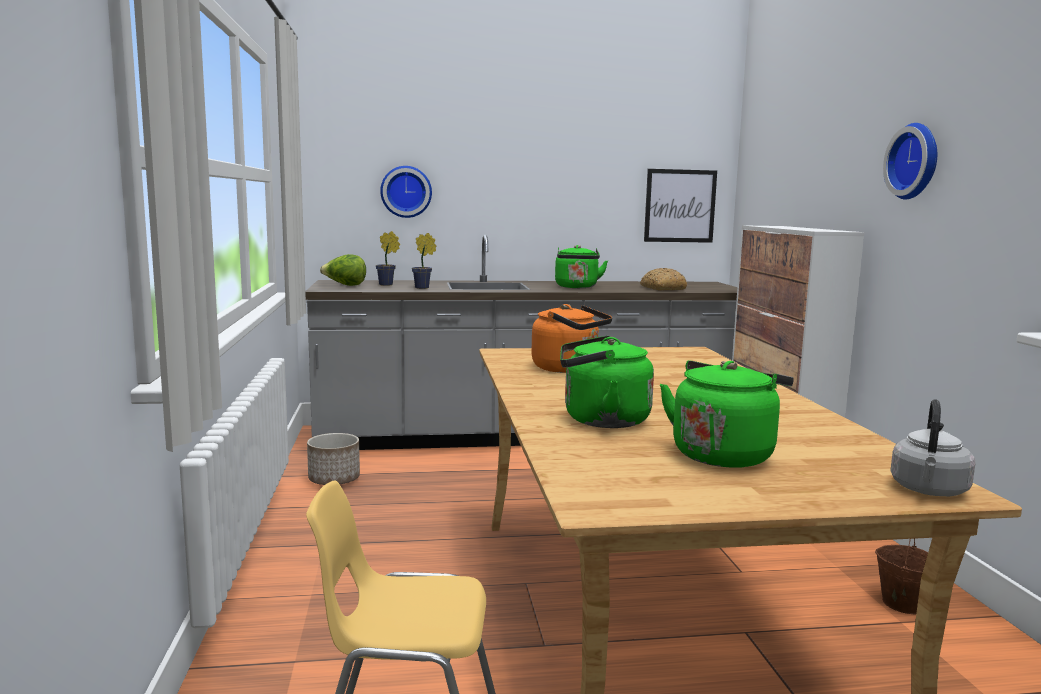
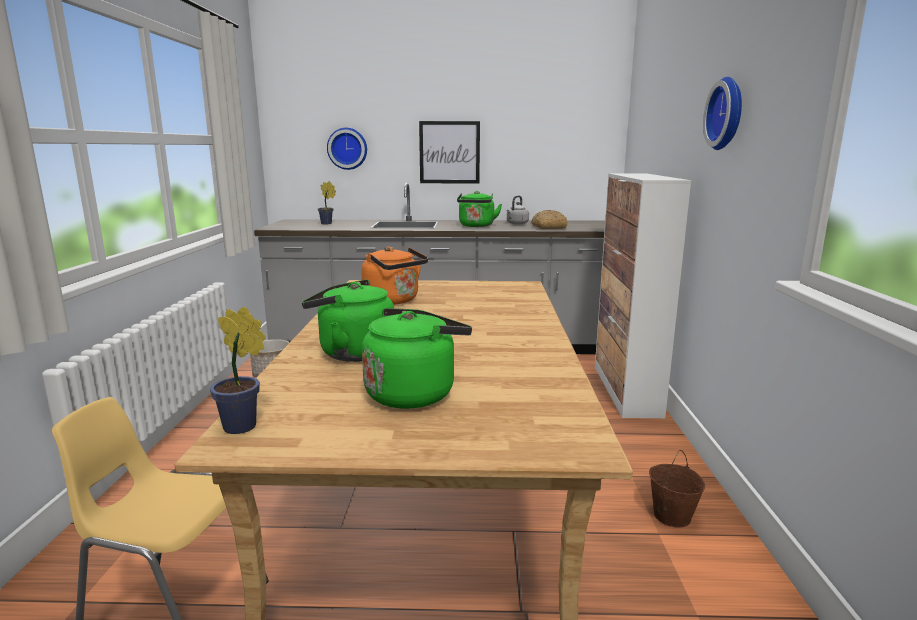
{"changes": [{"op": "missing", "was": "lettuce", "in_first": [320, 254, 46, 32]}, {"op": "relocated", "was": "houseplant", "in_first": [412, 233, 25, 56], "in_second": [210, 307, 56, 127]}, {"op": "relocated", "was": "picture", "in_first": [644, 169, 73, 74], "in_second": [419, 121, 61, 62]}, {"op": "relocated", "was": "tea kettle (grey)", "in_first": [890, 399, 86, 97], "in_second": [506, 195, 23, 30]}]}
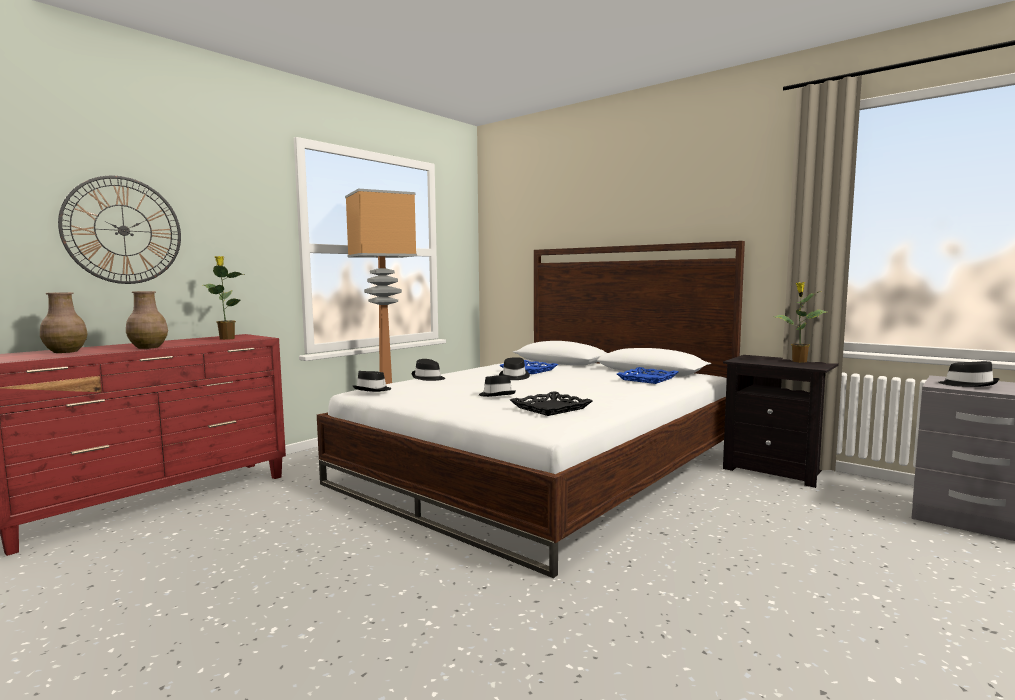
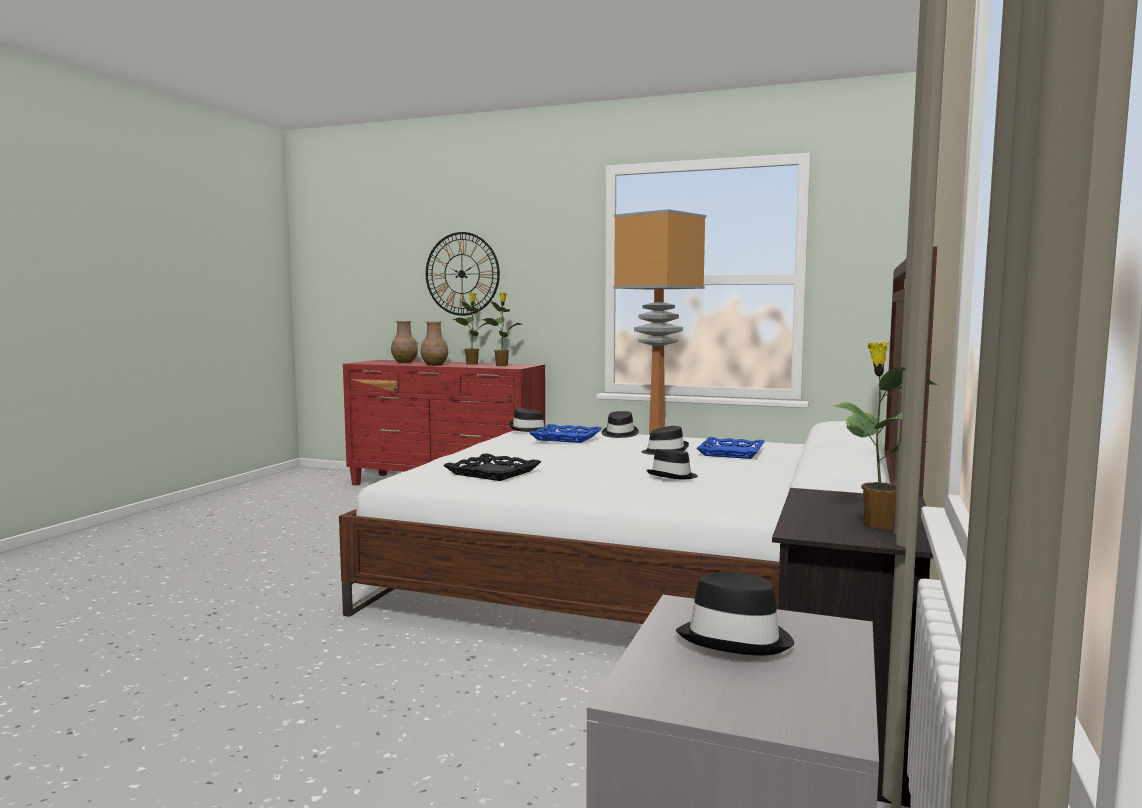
{"changes": [{"op": "appeared", "now": "houseplant", "in_second": [452, 293, 36, 72]}, {"op": "relocated", "was": "hat (blackish)", "in_first": [479, 375, 37, 22], "in_second": [646, 449, 52, 31]}, {"op": "relocated", "was": "tray (blue)", "in_first": [617, 367, 61, 17], "in_second": [529, 424, 73, 19]}]}
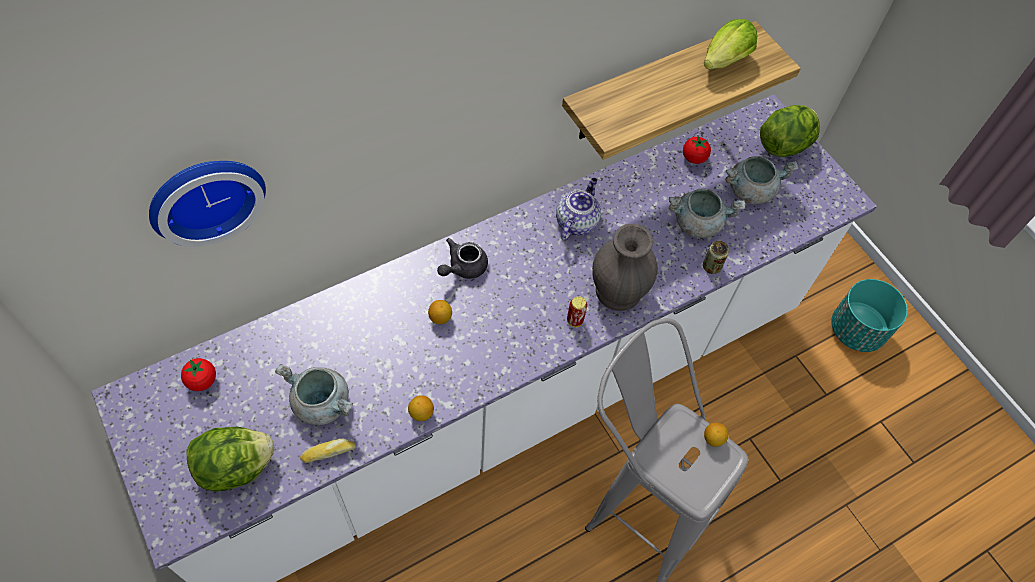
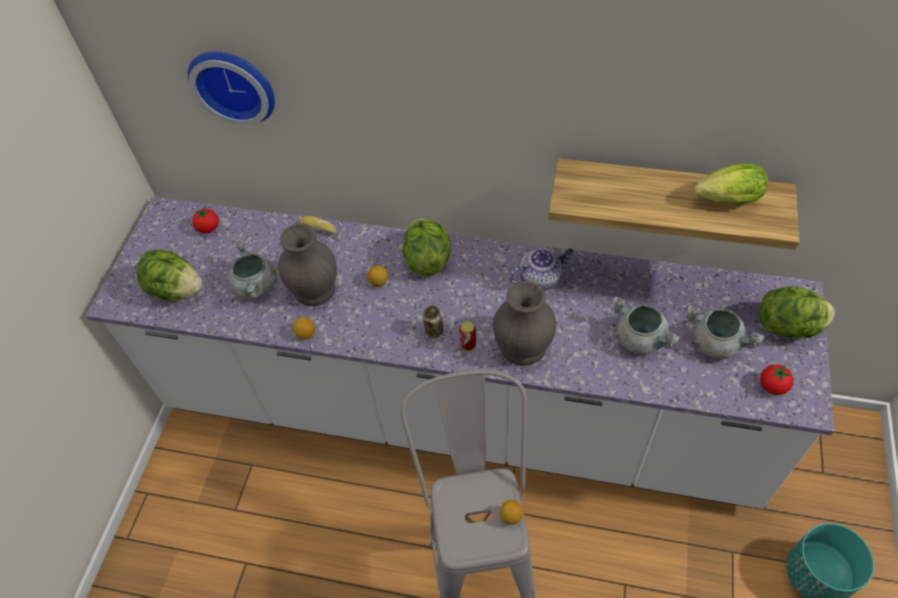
{"changes": [{"op": "appeared", "now": "vase (grey)", "in_second": [278, 223, 59, 83]}, {"op": "relocated", "was": "bread", "in_first": [300, 439, 56, 24], "in_second": [300, 216, 37, 18]}, {"op": "relocated", "was": "whole tomato", "in_first": [683, 136, 28, 28], "in_second": [760, 364, 33, 31]}, {"op": "relocated", "was": "metal can", "in_first": [703, 241, 26, 33], "in_second": [423, 306, 20, 32]}, {"op": "exchanged", "was": "teapot (grey)", "now": "lettuce", "in_first": [437, 238, 51, 41], "in_second": [402, 218, 49, 59]}]}
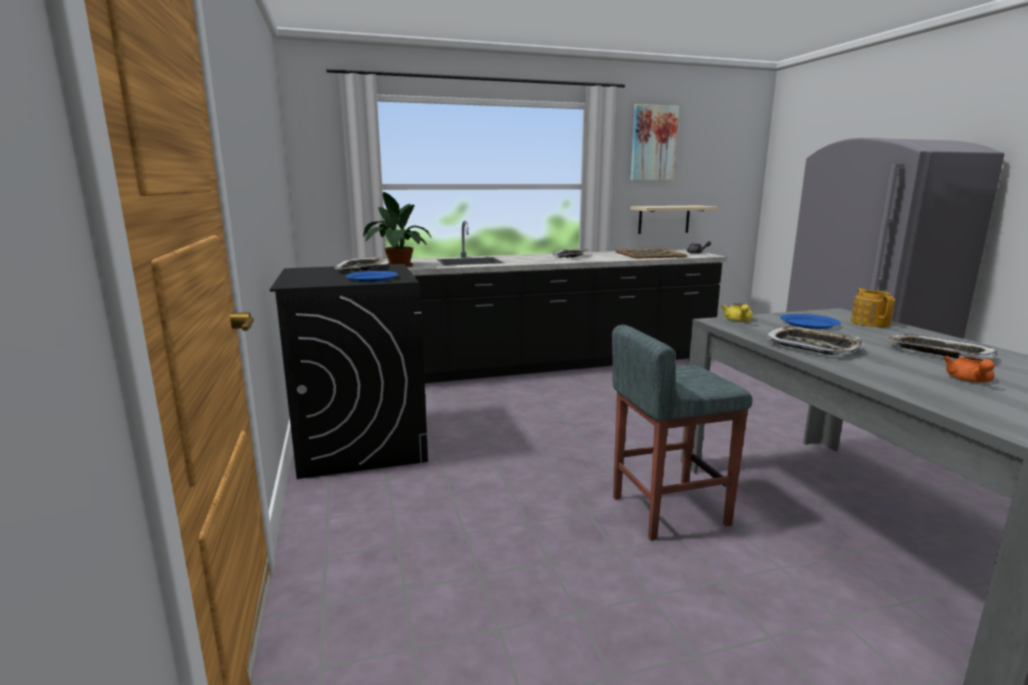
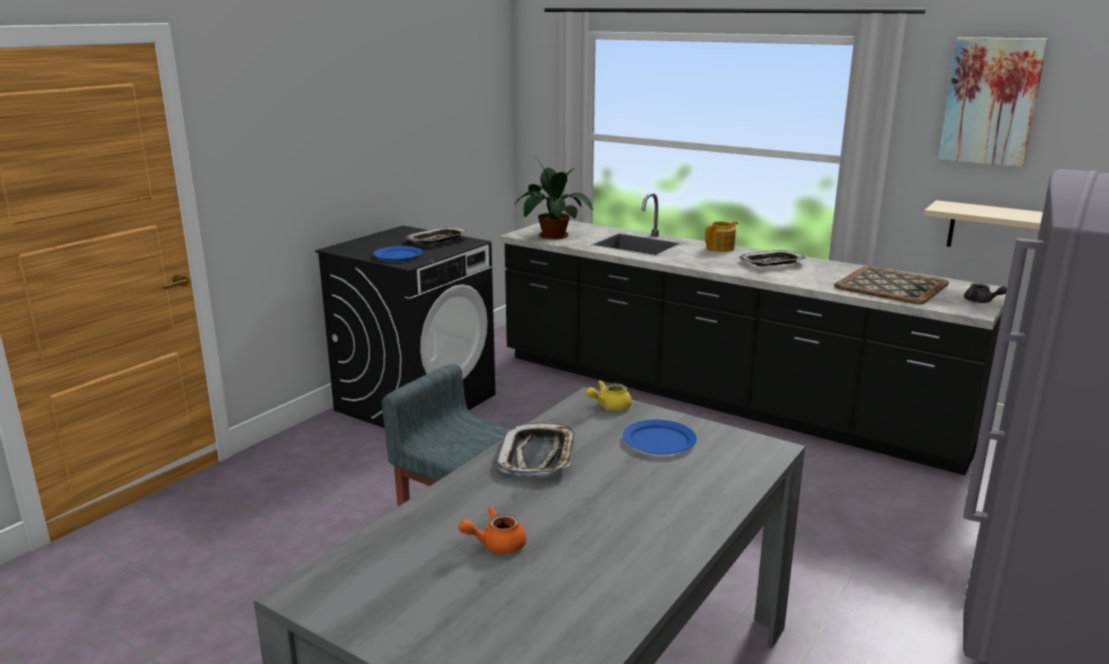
{"changes": [{"op": "missing", "was": "tray", "in_first": [886, 334, 111, 25]}, {"op": "relocated", "was": "teapot", "in_first": [851, 288, 44, 39], "in_second": [705, 221, 33, 31]}]}
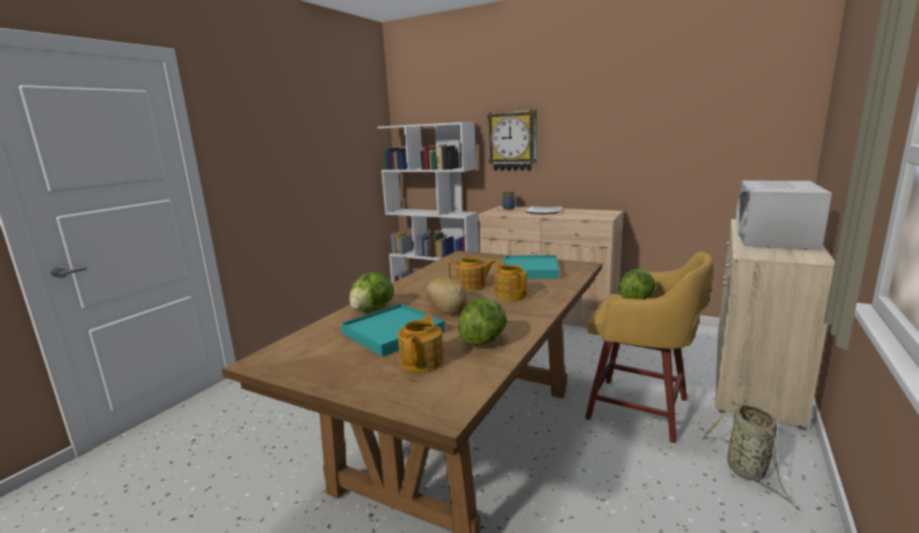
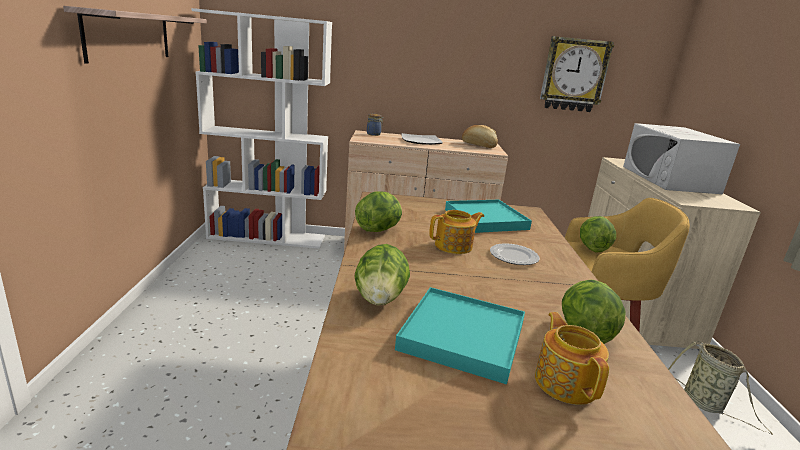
{"changes": [{"op": "appeared", "now": "wall shelf", "in_second": [63, 6, 144, 58]}, {"op": "appeared", "now": "lettuce", "in_second": [355, 191, 47, 41]}, {"op": "relocated", "was": "bread", "in_first": [425, 277, 42, 38], "in_second": [462, 125, 36, 23]}, {"op": "relocated", "was": "hanging clock", "in_first": [487, 110, 50, 61], "in_second": [540, 36, 74, 76]}, {"op": "exchanged", "was": "teapot", "now": "dinner plate", "in_first": [494, 263, 33, 38], "in_second": [490, 243, 50, 22]}]}
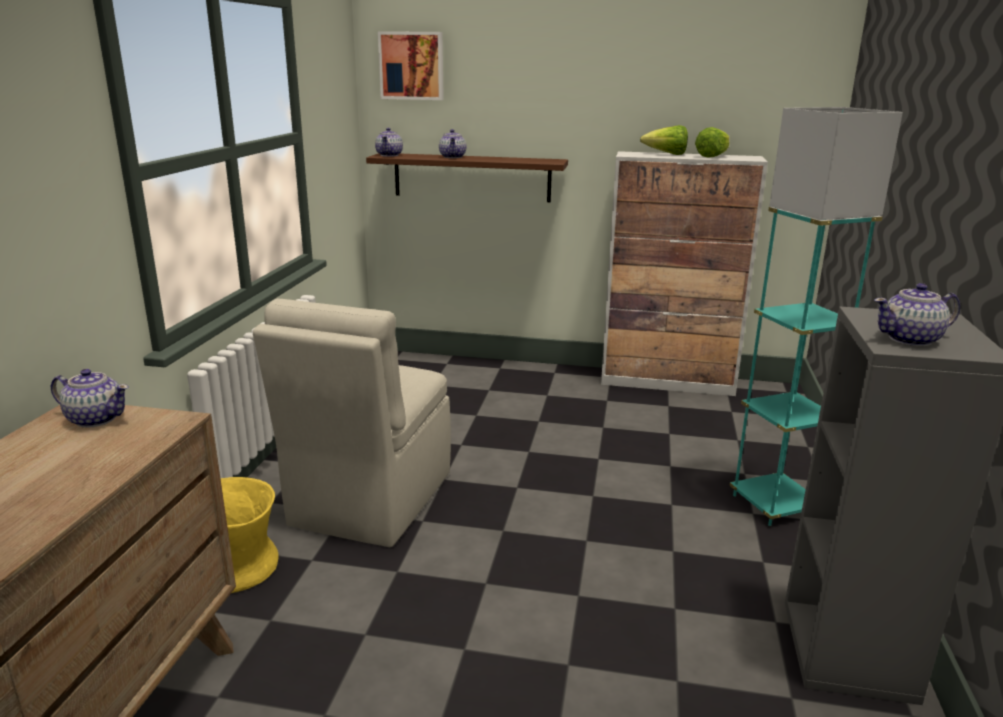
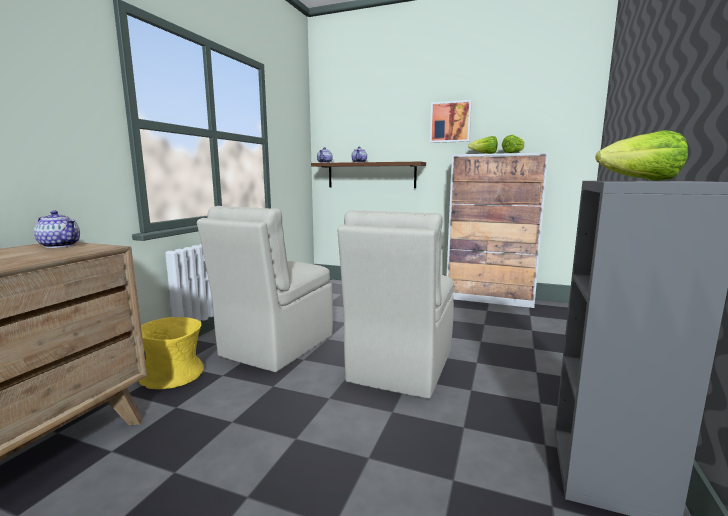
{"changes": [{"op": "missing", "was": "standard lamp (turquoise-coloured)", "in_first": [730, 107, 173, 419]}, {"op": "appeared", "now": "upright chair (beige-coloured)", "in_second": [338, 210, 116, 189]}, {"op": "relocated", "was": "picture", "in_first": [378, 31, 66, 69], "in_second": [430, 100, 42, 43]}, {"op": "exchanged", "was": "teapot", "now": "lettuce", "in_first": [874, 283, 86, 63], "in_second": [595, 130, 93, 51]}]}
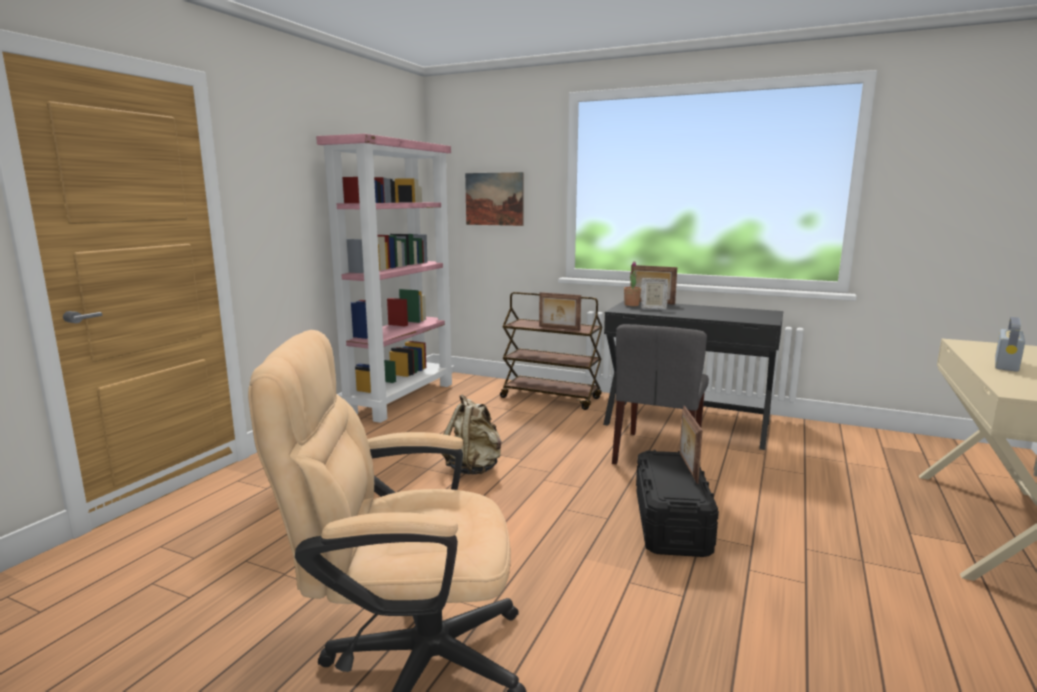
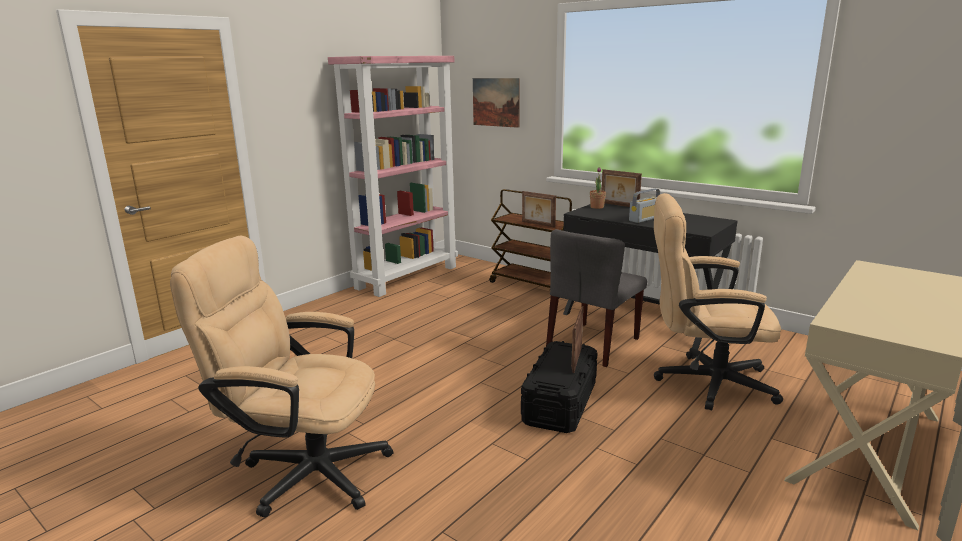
{"changes": [{"op": "missing", "was": "backpack (beige-coloured)", "in_first": [442, 395, 60, 80]}, {"op": "missing", "was": "photo frame", "in_first": [641, 278, 27, 32]}, {"op": "appeared", "now": "office chair (beige-coloured)", "in_second": [654, 193, 129, 218]}, {"op": "relocated", "was": "radio receiver", "in_first": [995, 317, 30, 55], "in_second": [629, 188, 31, 35]}]}
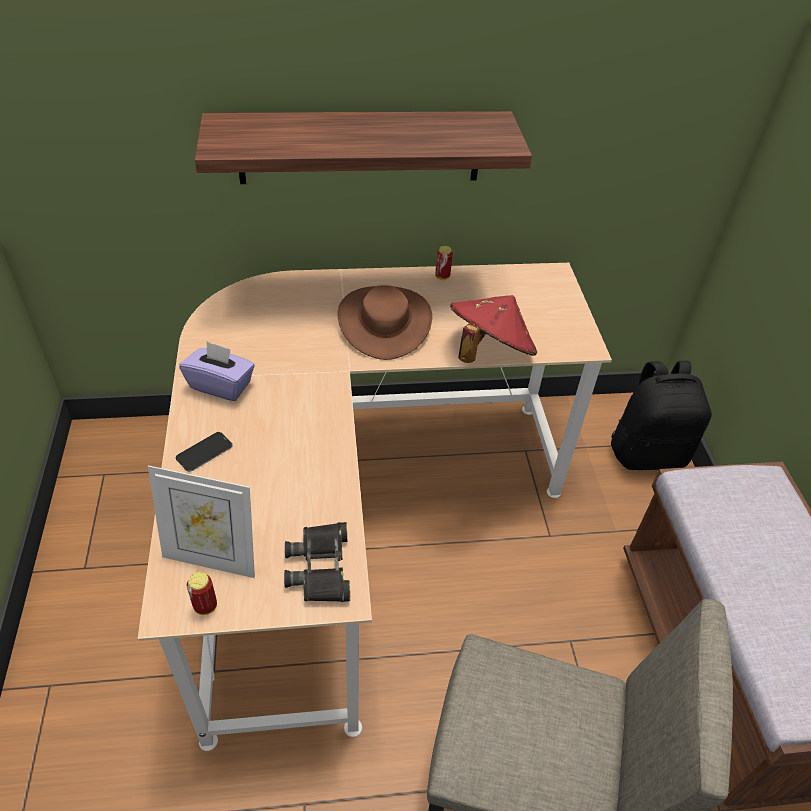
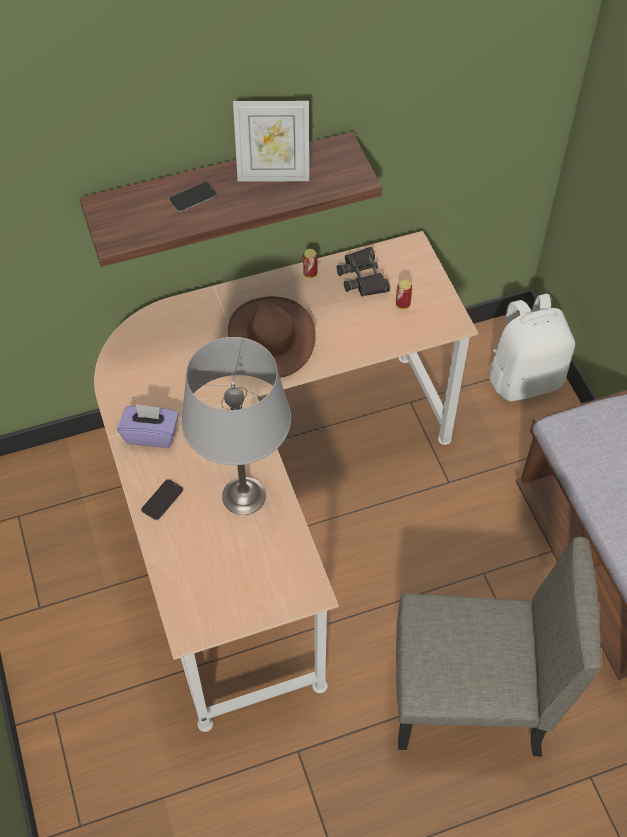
{"changes": [{"op": "missing", "was": "hat (red)", "in_first": [450, 295, 87, 68]}, {"op": "appeared", "now": "phone", "in_second": [169, 182, 48, 30]}, {"op": "appeared", "now": "lamp for a table (grey)", "in_second": [181, 337, 110, 178]}, {"op": "relocated", "was": "photo frame", "in_first": [148, 465, 107, 113], "in_second": [233, 101, 76, 80]}, {"op": "relocated", "was": "metal can", "in_first": [187, 572, 30, 43], "in_second": [396, 280, 16, 29]}, {"op": "relocated", "was": "pair of binoculars (blackish)", "in_first": [284, 522, 66, 80], "in_second": [337, 247, 53, 49]}, {"op": "colour", "was": "backpack (blackish)", "now": "backpack (white-coloured)", "in_first": [611, 361, 101, 109], "in_second": [488, 294, 87, 107]}]}
